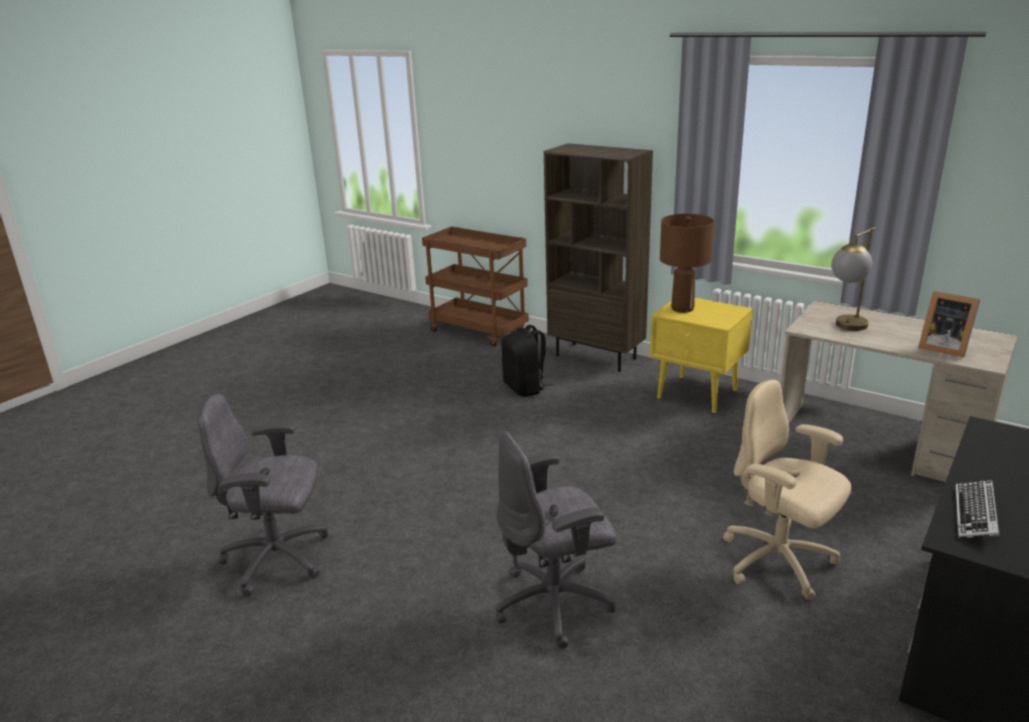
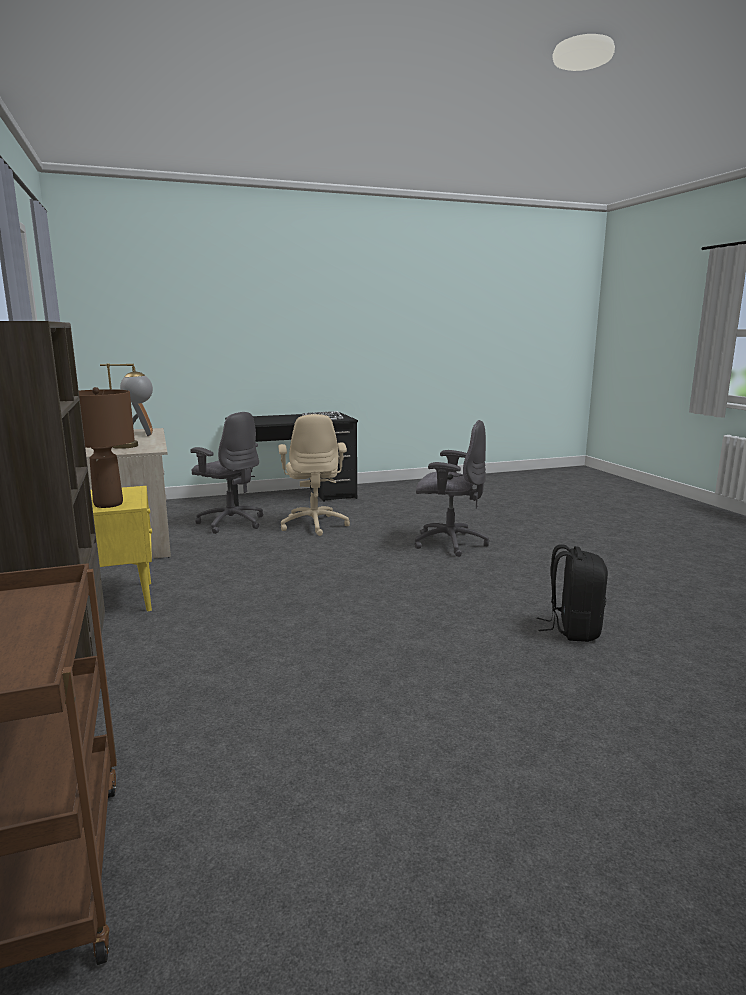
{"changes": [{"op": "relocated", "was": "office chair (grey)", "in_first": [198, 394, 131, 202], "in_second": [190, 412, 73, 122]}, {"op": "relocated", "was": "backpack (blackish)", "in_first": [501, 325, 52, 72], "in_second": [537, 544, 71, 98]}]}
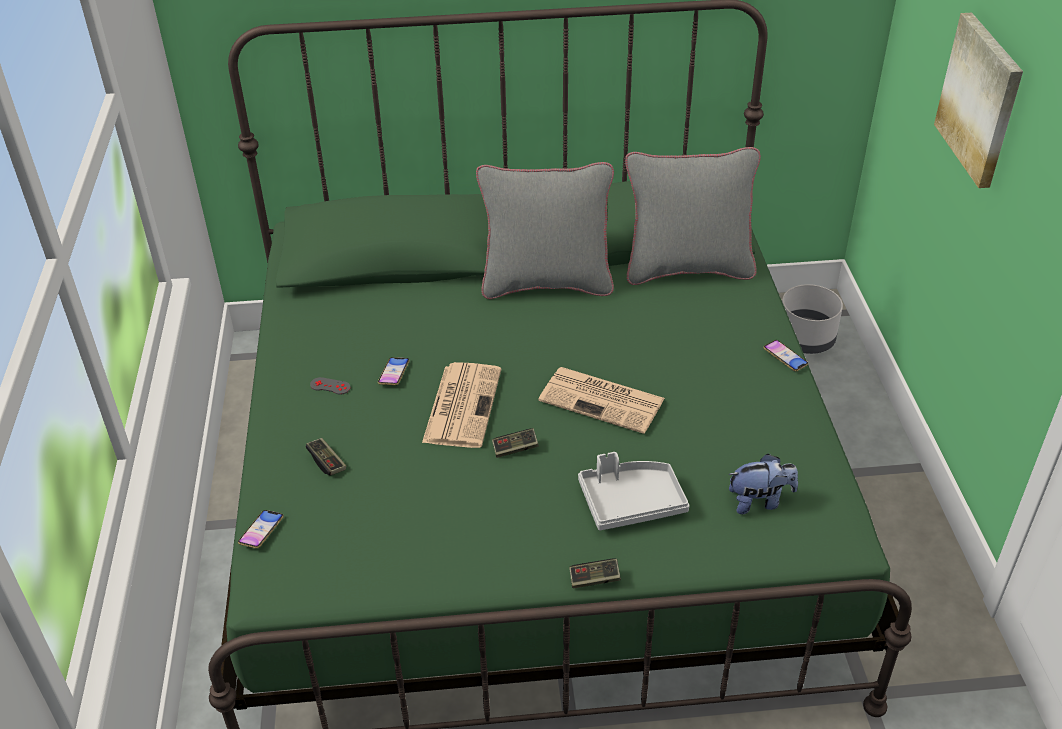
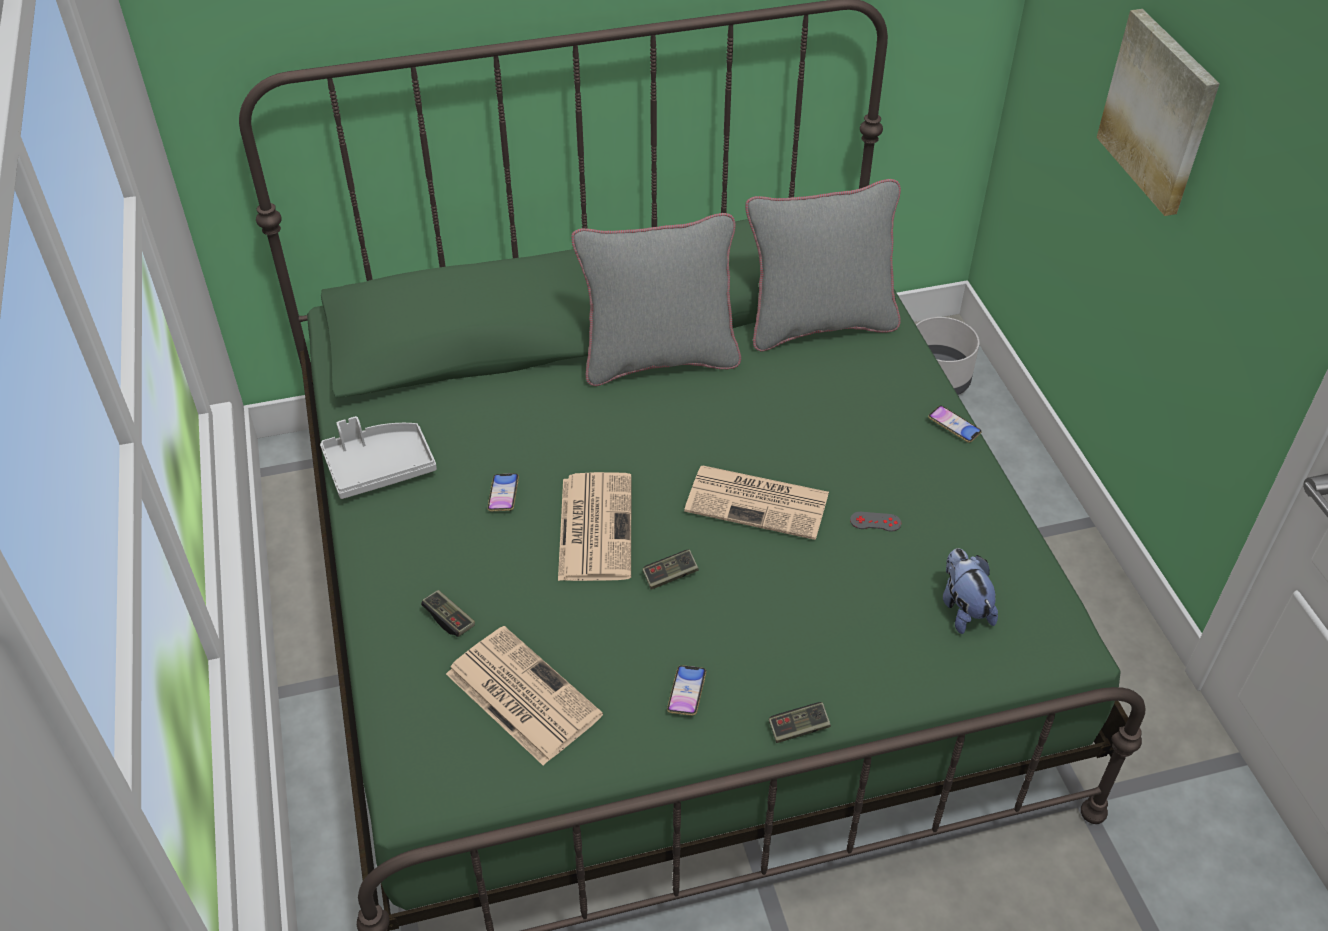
{"changes": [{"op": "appeared", "now": "daily paper", "in_second": [446, 626, 157, 140]}, {"op": "relocated", "was": "phone", "in_first": [238, 510, 46, 38], "in_second": [667, 665, 39, 51]}, {"op": "relocated", "was": "game controller (grey)", "in_first": [310, 377, 41, 18], "in_second": [850, 512, 51, 20]}, {"op": "relocated", "was": "tray (grey)", "in_first": [578, 452, 112, 78], "in_second": [320, 416, 117, 83]}, {"op": "spun", "was": "cuddly toy", "in_first": [728, 454, 70, 60], "in_second": [943, 548, 55, 86], "clockwise": -90}]}
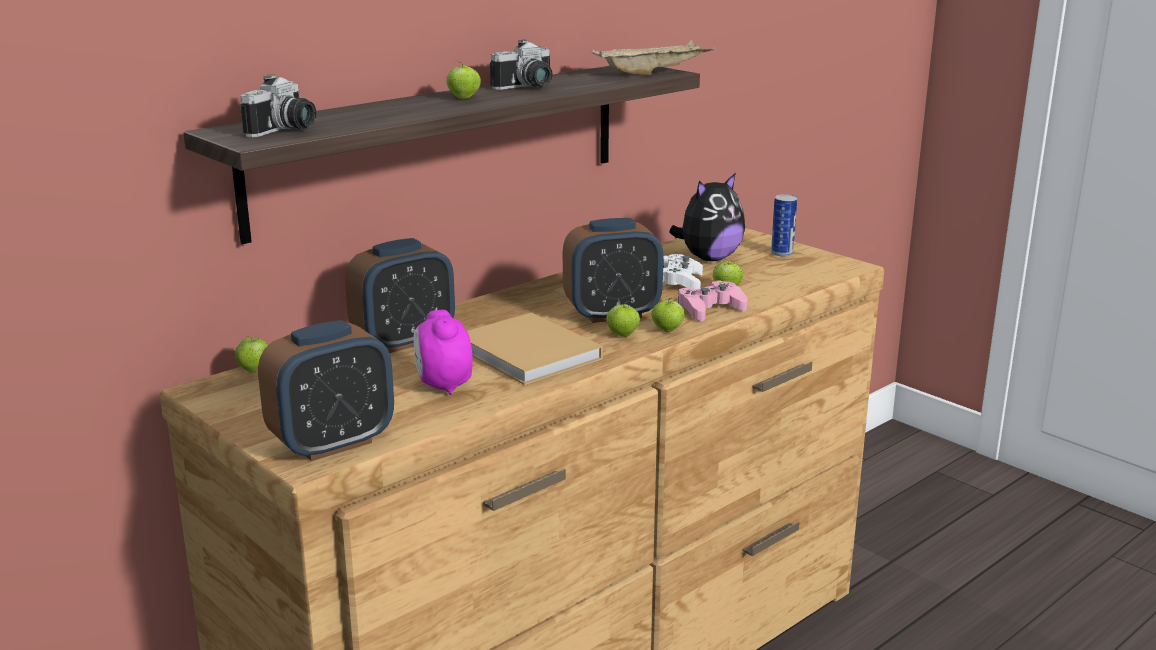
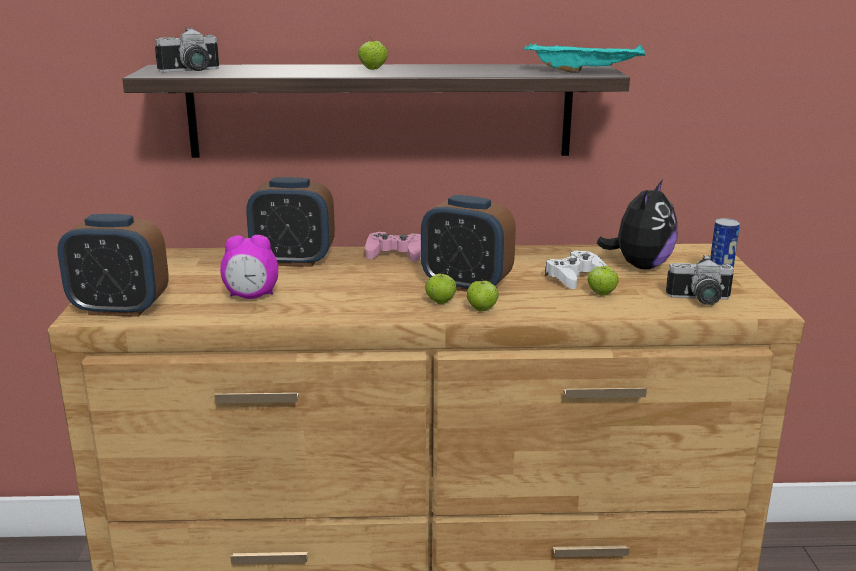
{"changes": [{"op": "missing", "was": "apple fruit", "in_first": [235, 336, 34, 37]}, {"op": "missing", "was": "bound book (beige-coloured)", "in_first": [467, 312, 136, 73]}, {"op": "relocated", "was": "still camera", "in_first": [490, 40, 63, 50], "in_second": [666, 255, 68, 50]}, {"op": "relocated", "was": "game controller (pink)", "in_first": [678, 281, 69, 40], "in_second": [365, 232, 56, 30]}, {"op": "colour", "was": "tray (beige-coloured)", "now": "tray (turquoise-coloured)", "in_first": [592, 40, 123, 35], "in_second": [524, 44, 122, 29]}, {"op": "spun", "was": "alarm clock", "in_first": [413, 310, 60, 85], "in_second": [220, 235, 58, 64], "clockwise": -120}, {"op": "spun", "was": "cuddly toy", "in_first": [669, 173, 76, 88], "in_second": [597, 179, 80, 90], "clockwise": -60}]}
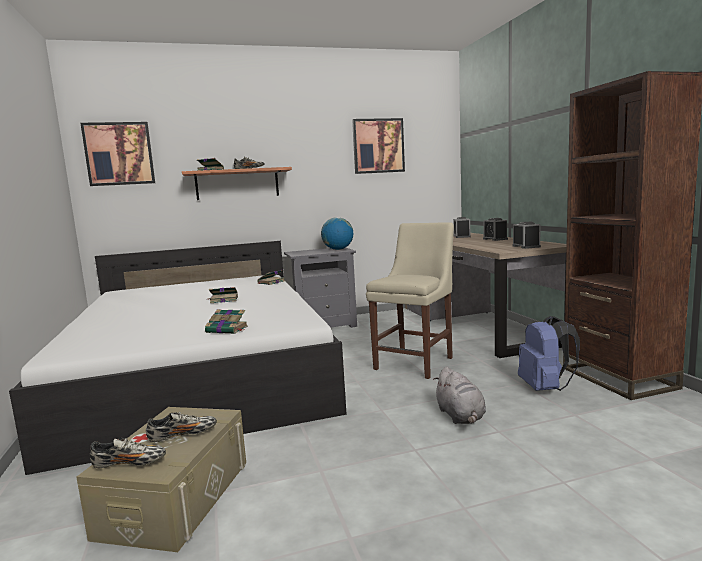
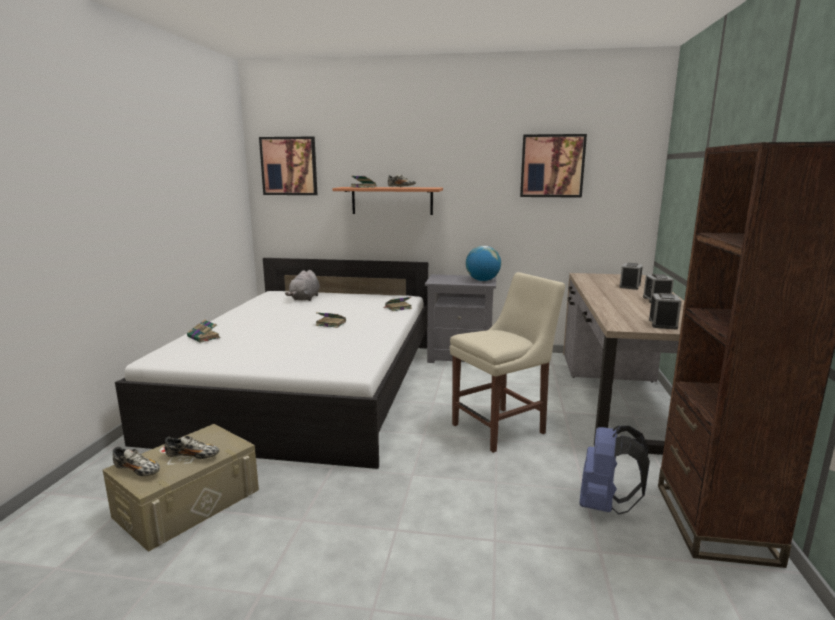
{"changes": [{"op": "relocated", "was": "bound book", "in_first": [205, 309, 43, 25], "in_second": [187, 320, 34, 23]}, {"op": "relocated", "was": "cuddly toy (grey)", "in_first": [433, 367, 53, 57], "in_second": [285, 270, 35, 31]}]}
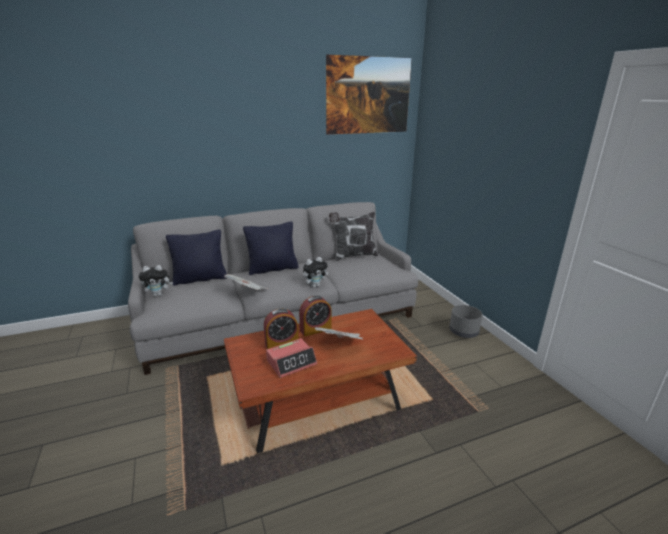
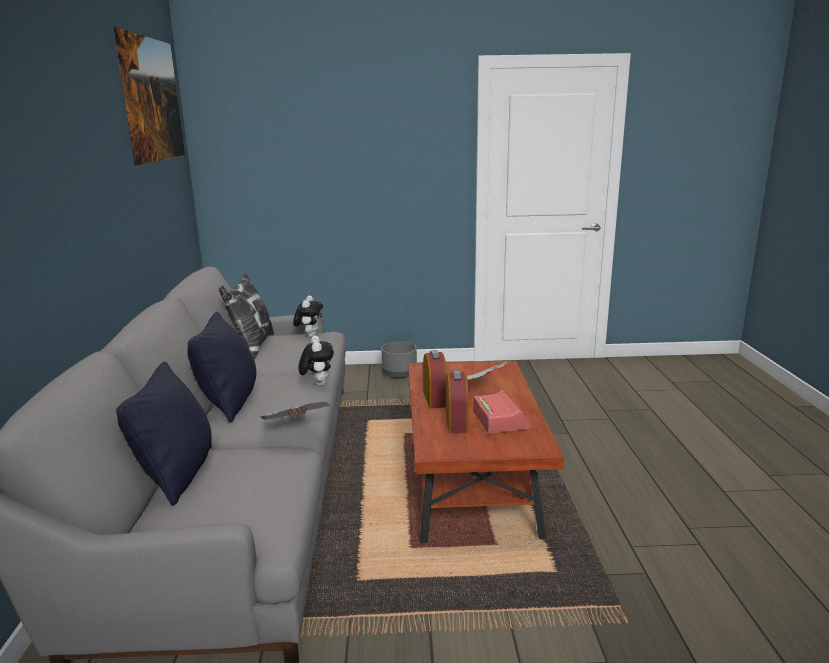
{"changes": [{"op": "relocated", "was": "cuddly toy", "in_first": [139, 265, 34, 31], "in_second": [293, 296, 30, 41]}]}
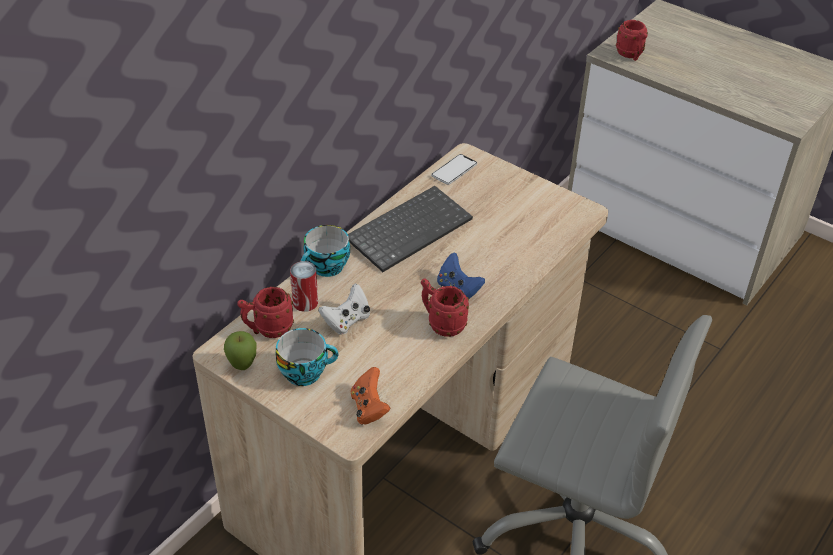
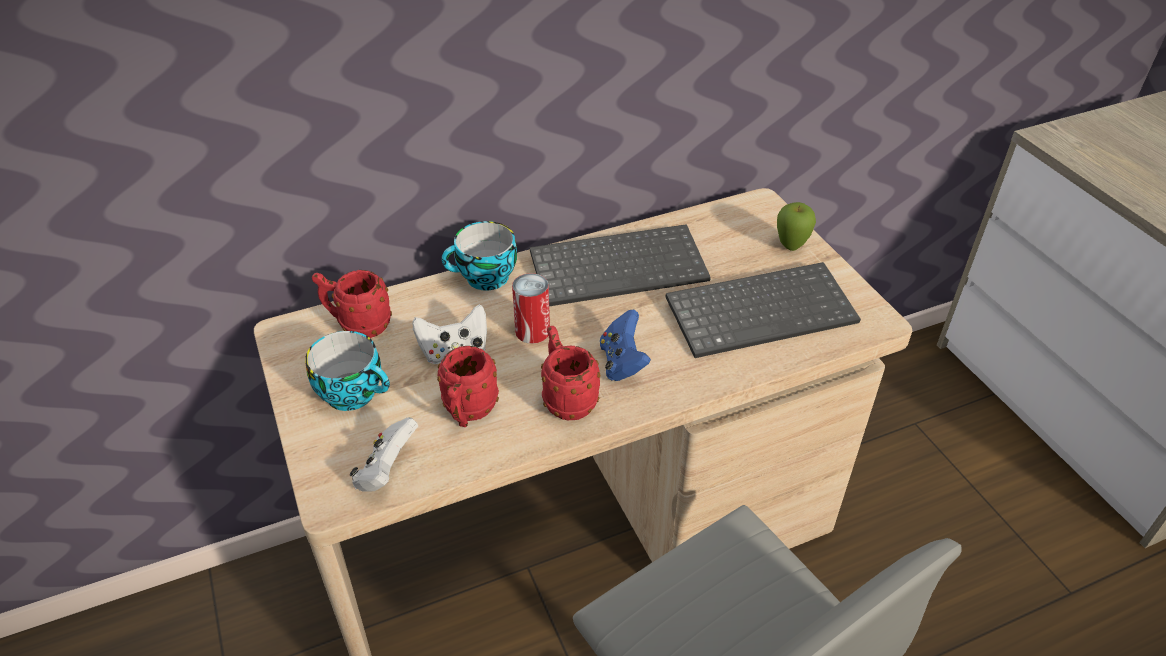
{"changes": [{"op": "missing", "was": "phone", "in_first": [431, 154, 46, 31]}, {"op": "appeared", "now": "keyboard", "in_second": [665, 262, 196, 96]}, {"op": "relocated", "was": "apple fruit", "in_first": [224, 331, 33, 39], "in_second": [777, 202, 39, 49]}, {"op": "relocated", "was": "metal can", "in_first": [290, 261, 28, 51], "in_second": [512, 273, 38, 71]}, {"op": "relocated", "was": "mug (red)", "in_first": [616, 20, 32, 41], "in_second": [437, 346, 62, 81]}, {"op": "colour", "was": "game controller (orange-coloured)", "now": "game controller (white-coloured)", "in_first": [351, 367, 39, 58], "in_second": [350, 417, 68, 75]}]}
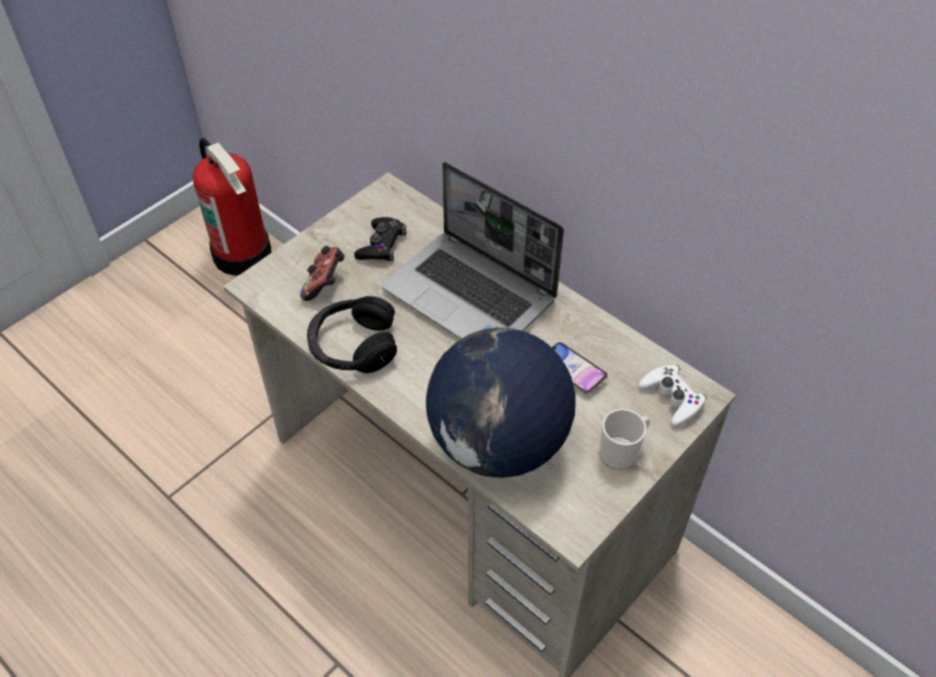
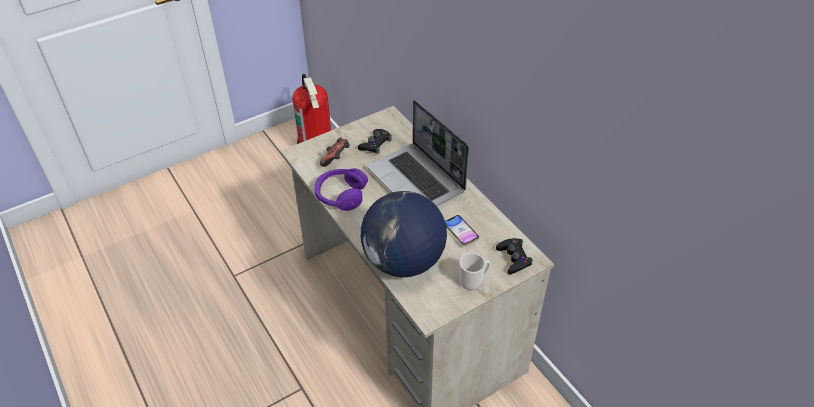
{"changes": [{"op": "colour", "was": "pair of headphones (blackish)", "now": "pair of headphones (purple-coloured)", "in_first": [307, 296, 90, 77], "in_second": [314, 168, 54, 43]}, {"op": "colour", "was": "game controller (white-coloured)", "now": "game controller (blackish)", "in_first": [638, 365, 69, 63], "in_second": [496, 238, 37, 36]}]}
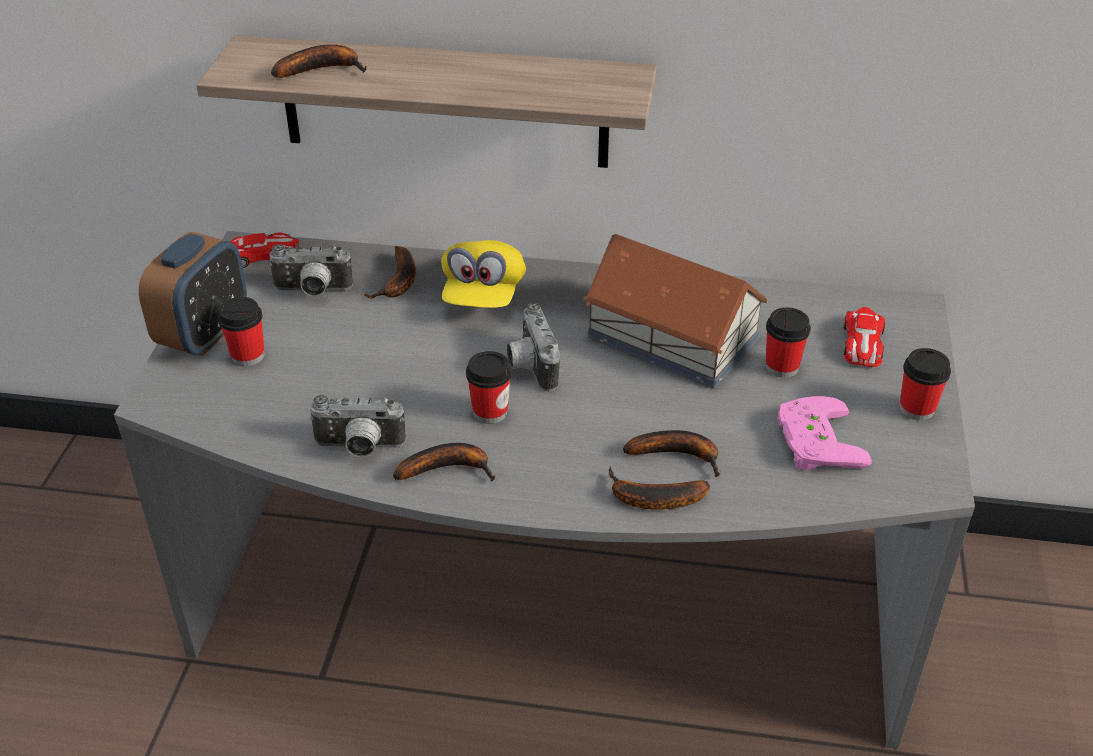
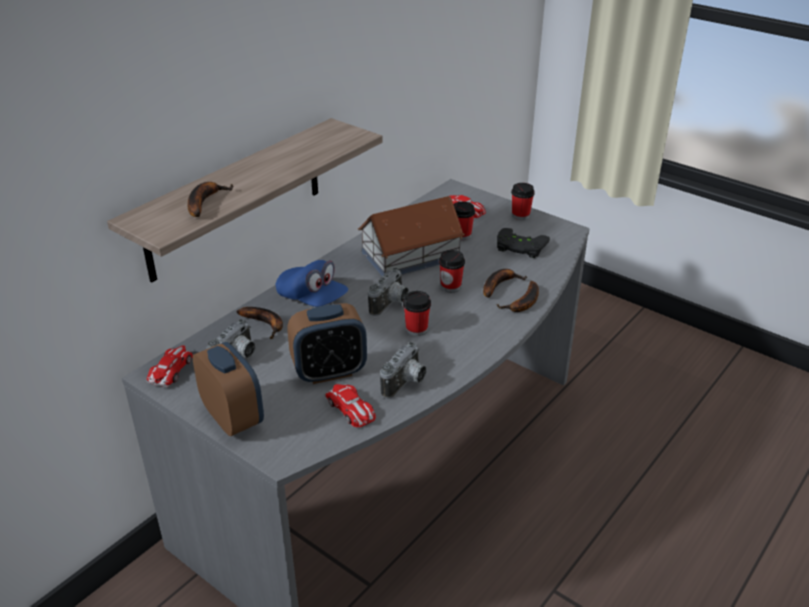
{"changes": [{"op": "missing", "was": "whole banana", "in_first": [393, 443, 103, 38]}, {"op": "appeared", "now": "alarm clock", "in_second": [287, 303, 80, 81]}, {"op": "appeared", "now": "model car", "in_second": [325, 384, 51, 43]}, {"op": "relocated", "was": "drinking cup", "in_first": [218, 297, 46, 69], "in_second": [439, 250, 26, 42]}, {"op": "colour", "was": "baseball cap (yellow)", "now": "baseball cap (blue)", "in_first": [441, 240, 85, 68], "in_second": [276, 260, 72, 47]}, {"op": "colour", "was": "game controller (pink)", "now": "game controller (blackish)", "in_first": [777, 396, 95, 75], "in_second": [497, 228, 53, 30]}, {"op": "spun", "was": "still camera", "in_first": [507, 303, 53, 88], "in_second": [368, 268, 41, 48], "clockwise": -75}]}
